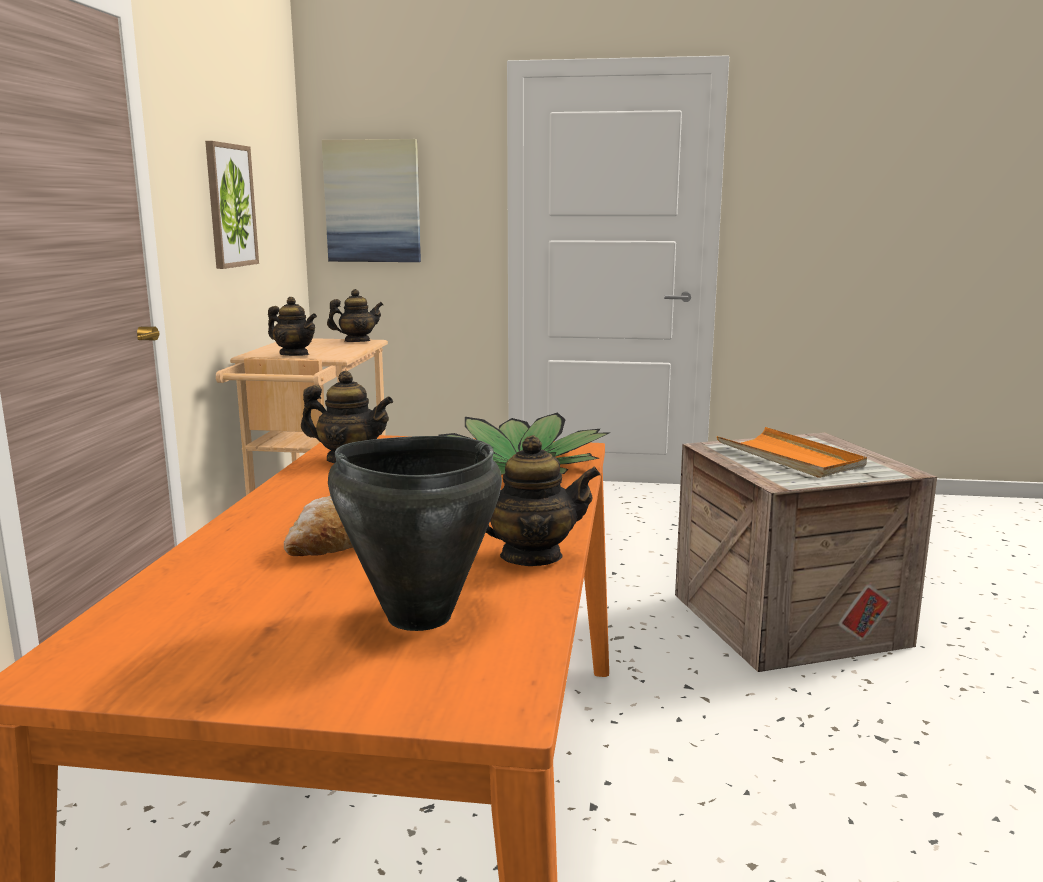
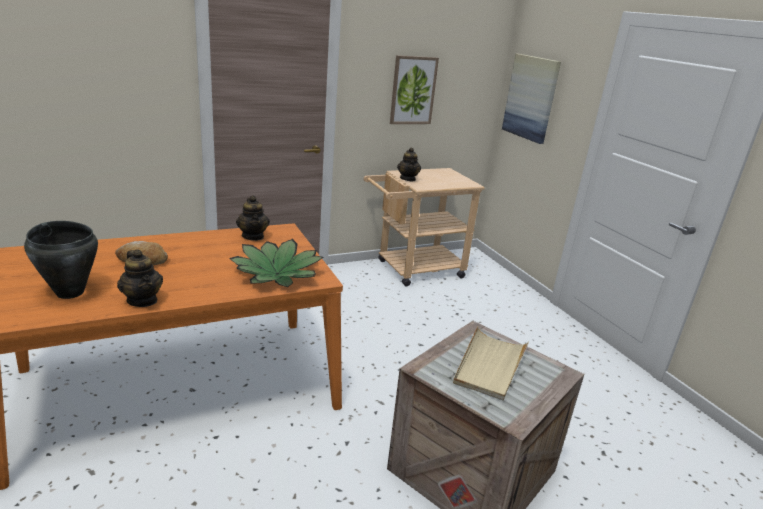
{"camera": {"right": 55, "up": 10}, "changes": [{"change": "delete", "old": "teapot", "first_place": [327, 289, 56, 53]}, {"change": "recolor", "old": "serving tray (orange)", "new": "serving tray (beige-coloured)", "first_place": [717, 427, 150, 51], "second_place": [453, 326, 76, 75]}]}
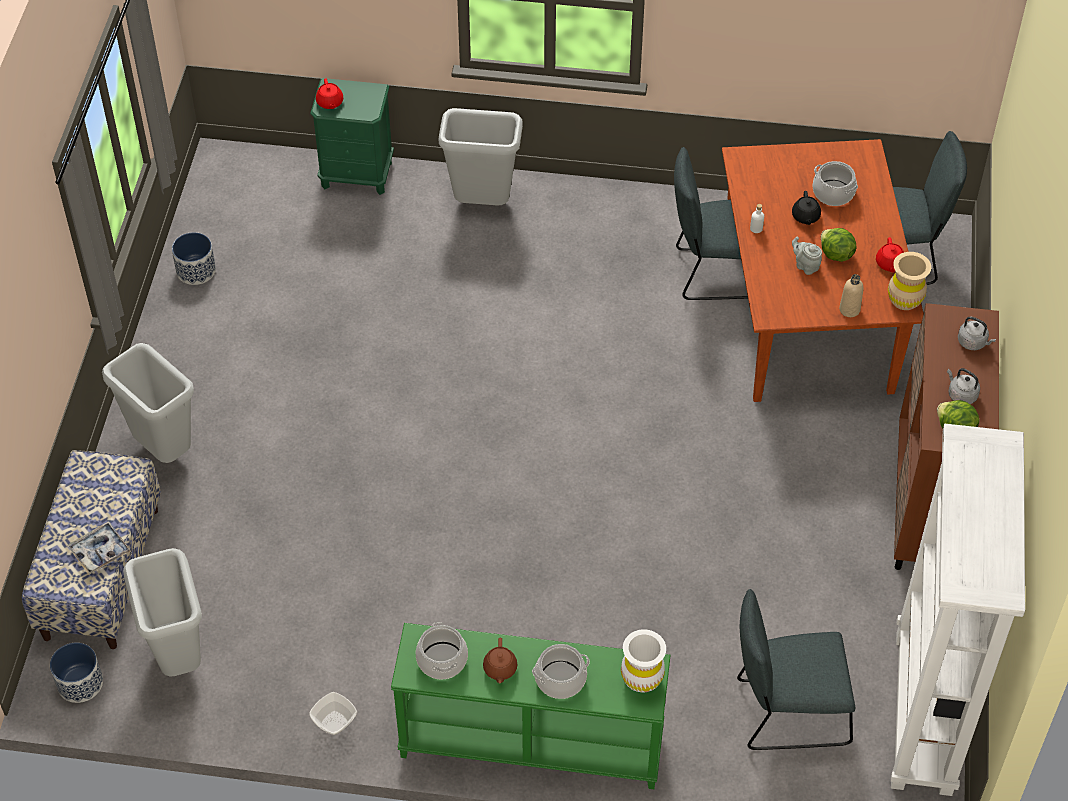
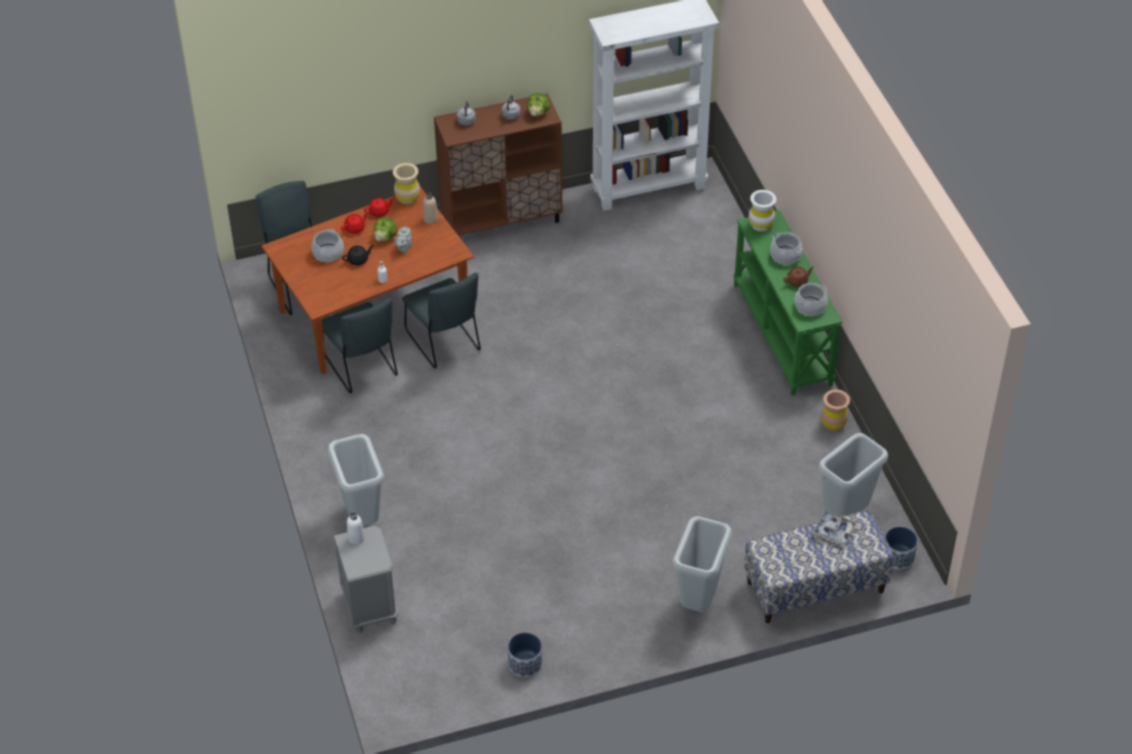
{"camera": {"right": -115, "up": -5}, "changes": [{"change": "insert", "new": "bottle (white)", "second_place": [347, 512, 18, 33]}, {"change": "move", "old": "teapot (red)", "first_place": [316, 78, 27, 31], "second_place": [341, 211, 28, 23]}, {"change": "move", "old": "chair (gray)", "first_place": [737, 589, 118, 161], "second_place": [402, 273, 79, 95]}, {"change": "replace", "old": "serving bowl", "new": "flower vase (brownish)", "first_place": [309, 692, 48, 43], "second_place": [821, 389, 29, 42]}, {"change": "recolor", "old": "bedside table (greenish)", "new": "bedside table (gray)", "first_place": [310, 78, 84, 117], "second_place": [334, 526, 64, 107]}]}
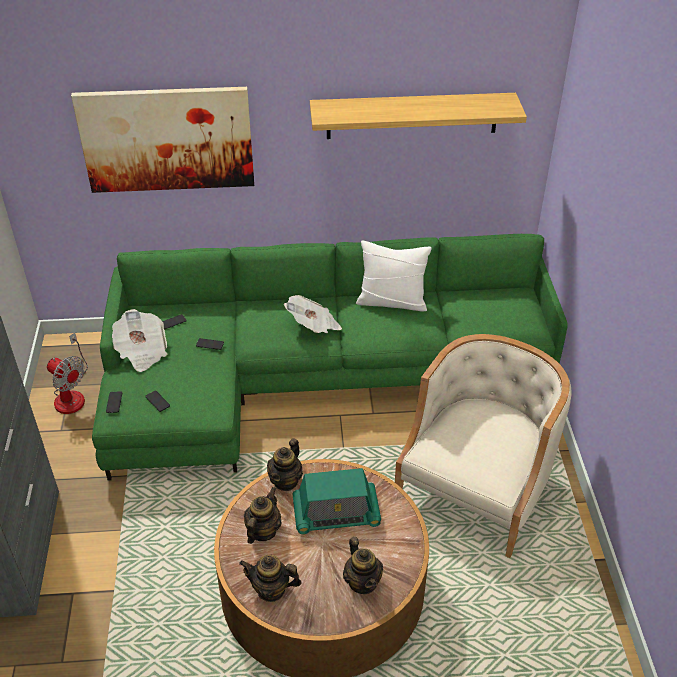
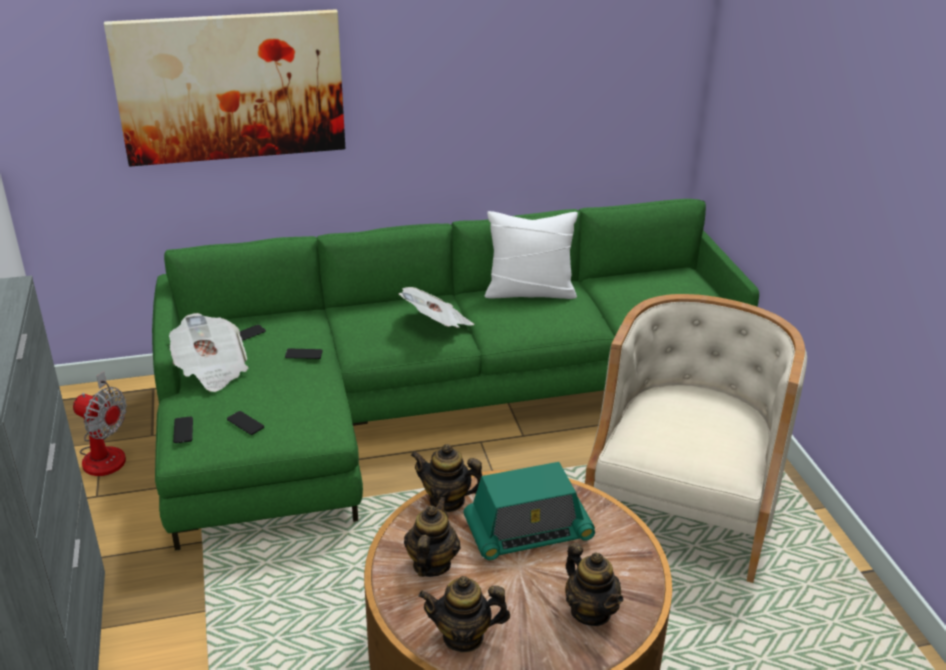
{"camera": {"right": -10, "up": -10}, "changes": [{"change": "delete", "old": "bracket shelf", "first_place": [310, 93, 217, 46]}, {"change": "rotate", "old": "teapot", "first_place": [267, 438, 36, 53], "second_place": [411, 444, 71, 68], "degrees": 90}]}
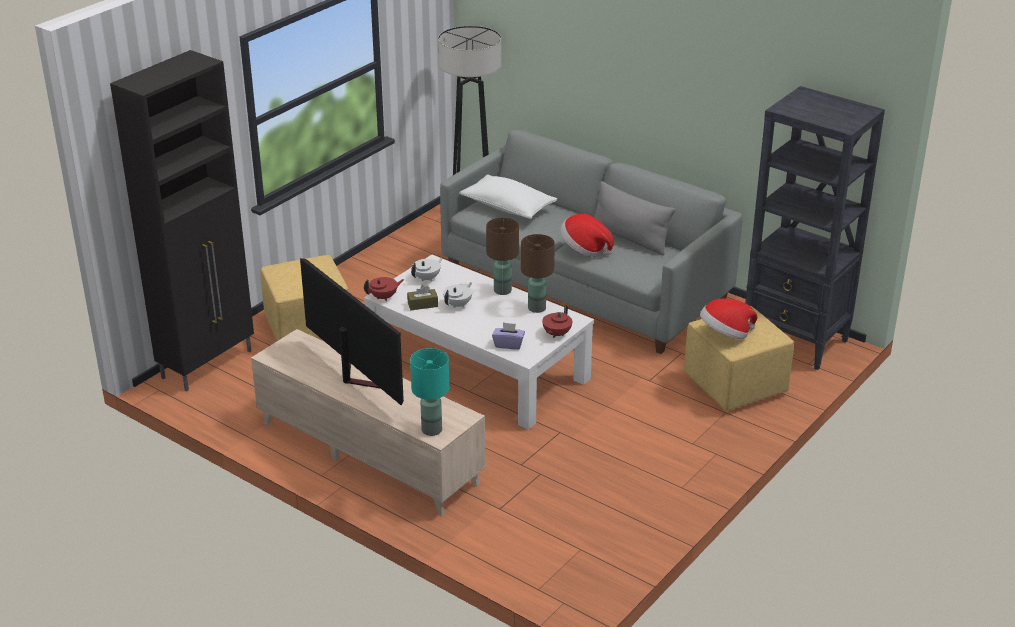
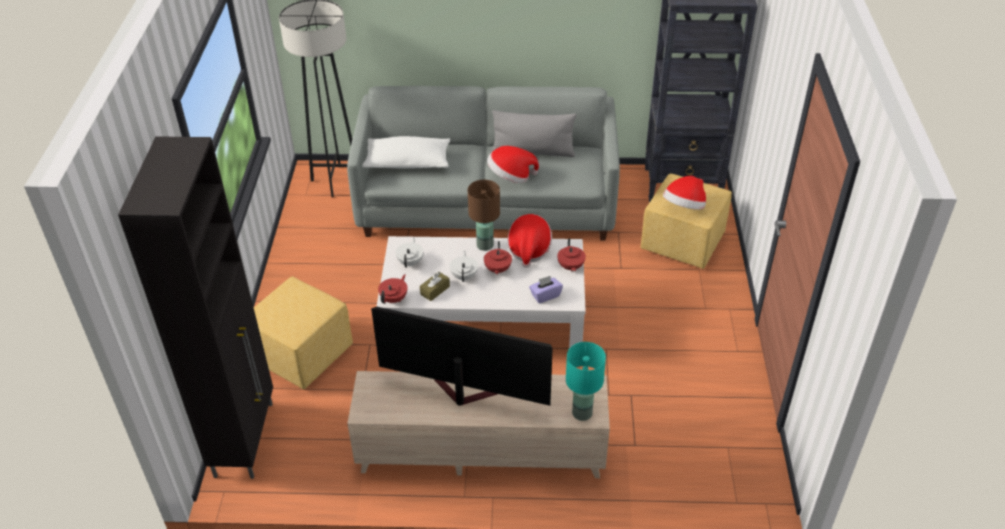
{"camera": {"right": -35, "up": 10}, "changes": [{"change": "insert", "new": "teapot (red)", "second_place": [484, 241, 28, 34]}, {"change": "replace", "old": "table lamp (brownish)", "new": "wearable hat", "first_place": [521, 234, 34, 79], "second_place": [508, 214, 44, 54]}]}
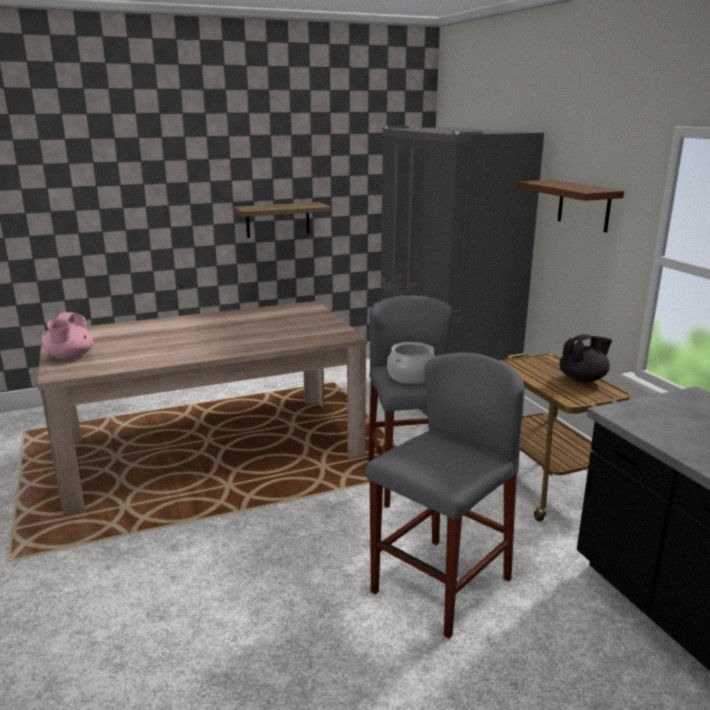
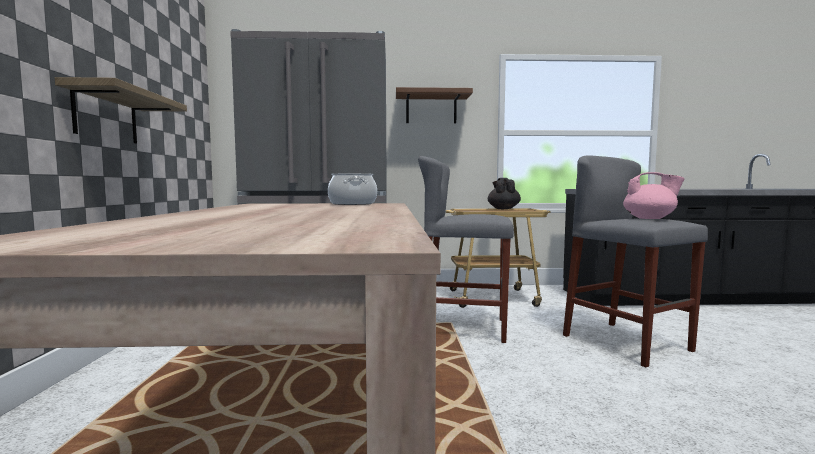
{"camera": {"right": -70, "up": -15}, "changes": [{"change": "move", "old": "teapot (pinkish)", "first_place": [42, 312, 51, 48], "second_place": [623, 172, 62, 47]}, {"change": "move", "old": "cooking pot", "first_place": [387, 342, 48, 42], "second_place": [328, 173, 49, 32]}]}
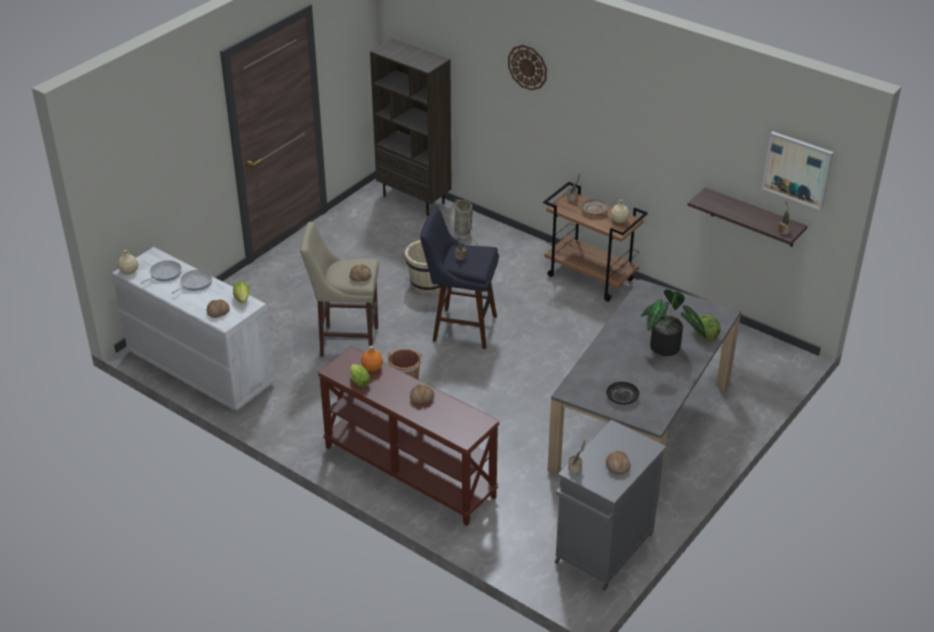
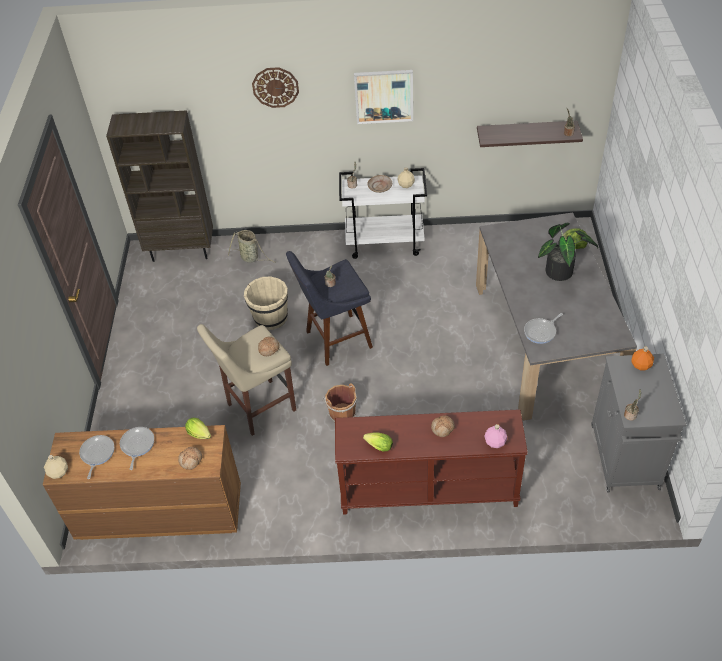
{"camera": {"right": -35, "up": 10}, "changes": [{"change": "delete", "old": "dinner plate (black-coloured)", "first_place": [606, 382, 33, 23]}, {"change": "delete", "old": "bakery bread", "first_place": [606, 451, 25, 23]}, {"change": "insert", "new": "bottle (pinkish)", "second_place": [485, 424, 22, 24]}, {"change": "insert", "new": "frying pan", "second_place": [524, 313, 39, 31]}, {"change": "move", "old": "bottle (orange)", "first_place": [361, 346, 22, 26], "second_place": [631, 347, 23, 23]}, {"change": "move", "old": "wall picture", "first_place": [762, 131, 72, 79], "second_place": [354, 70, 59, 54]}, {"change": "recolor", "old": "dresser (white)", "new": "dresser (brownish)", "first_place": [112, 247, 163, 164], "second_place": [43, 425, 198, 115]}, {"change": "recolor", "old": "cart (brownish)", "new": "cart (white)", "first_place": [543, 182, 105, 120], "second_place": [339, 168, 88, 91]}]}
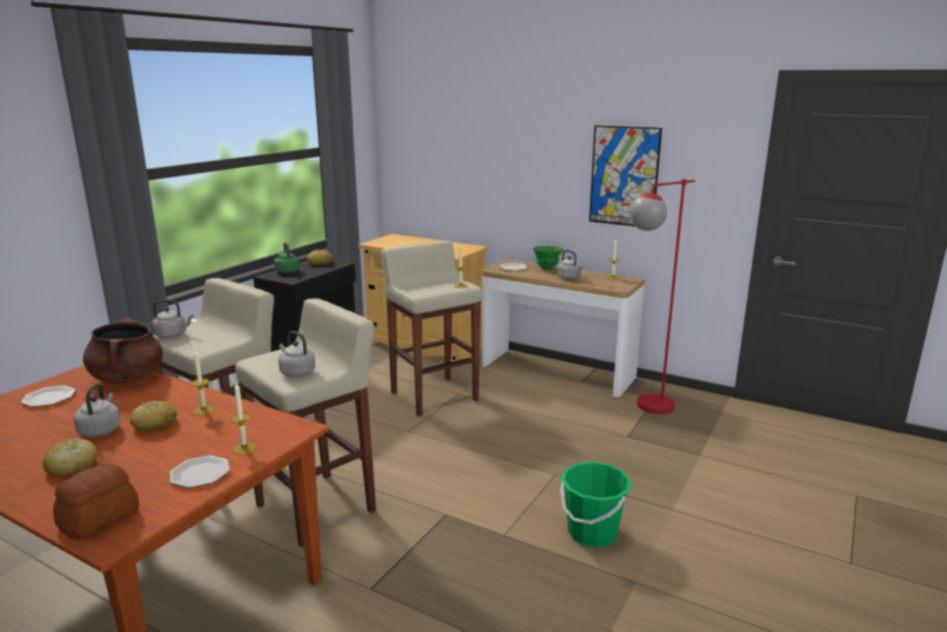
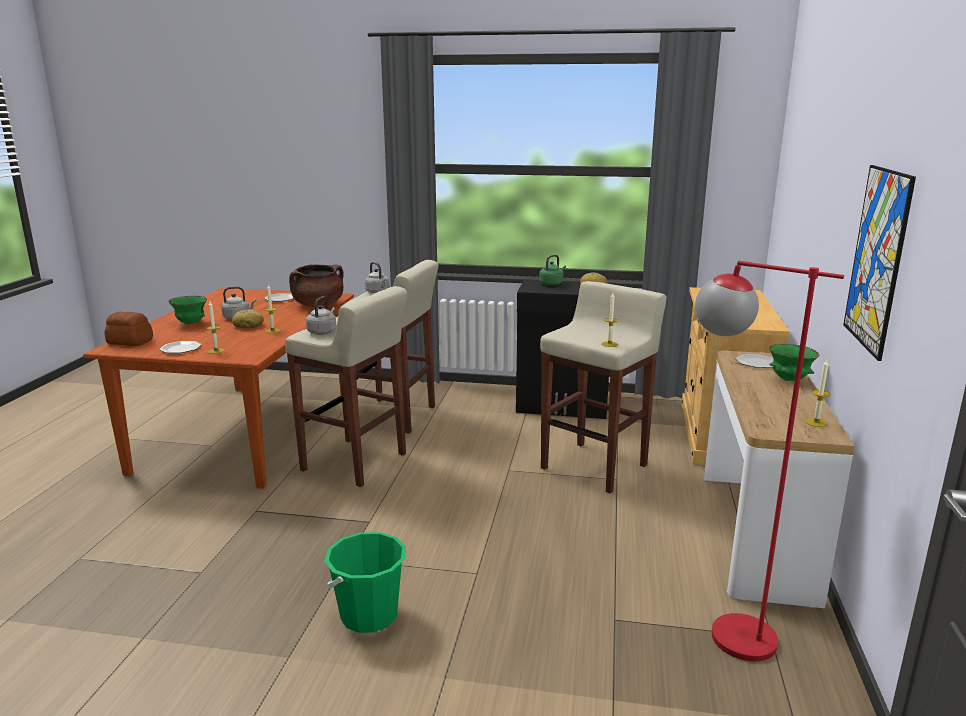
{"camera": {"right": 70, "up": 0}, "changes": [{"change": "delete", "old": "water kettle (gray)", "first_place": [558, 250, 25, 30]}, {"change": "replace", "old": "bakery bread", "new": "serving bowl (greenish)", "first_place": [43, 438, 54, 39], "second_place": [168, 296, 39, 29]}]}
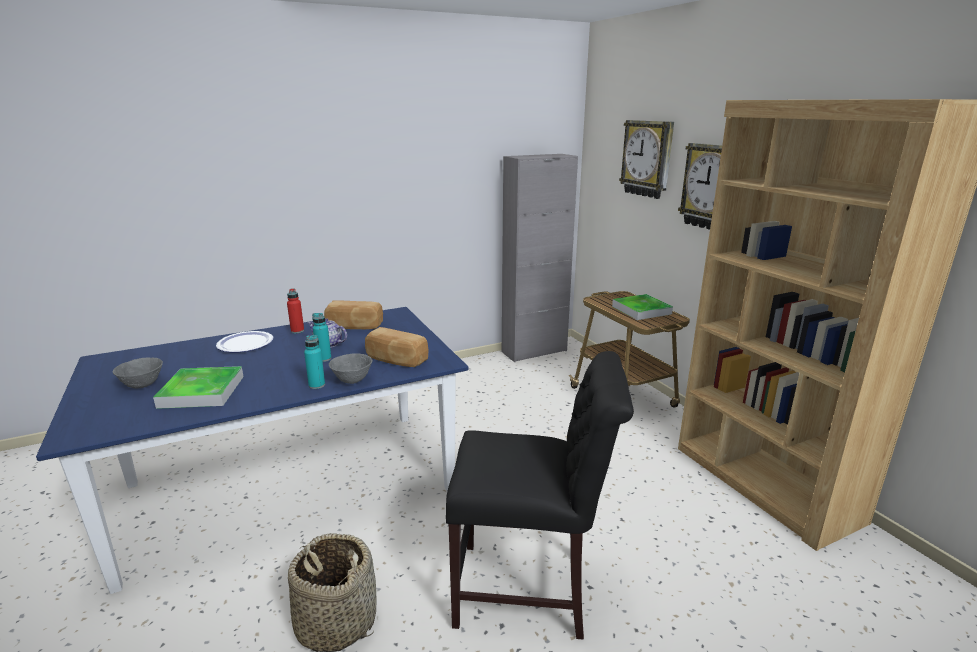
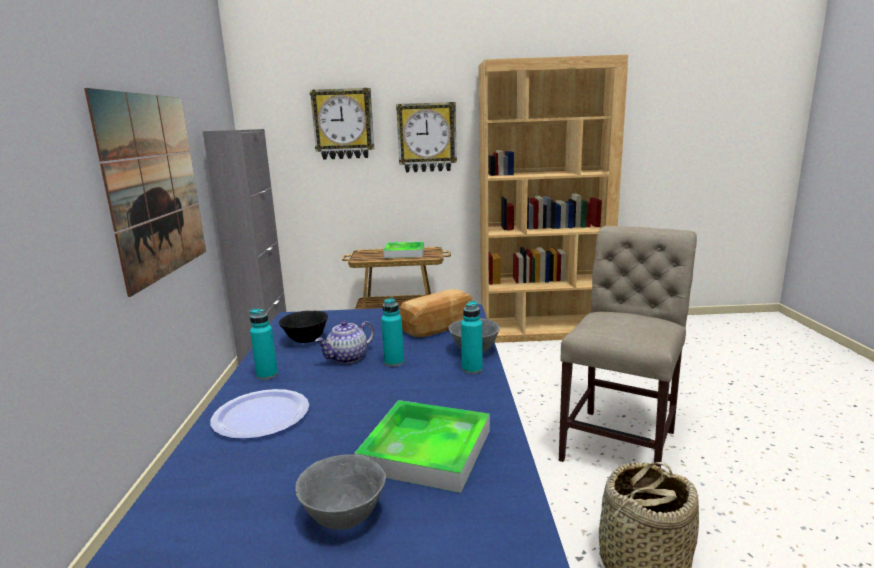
{"camera": {"right": -65, "up": -5}, "changes": [{"change": "insert", "new": "wall picture", "second_place": [84, 88, 122, 209]}, {"change": "replace", "old": "bakery bread", "new": "serving bowl (black-coloured)", "first_place": [324, 300, 59, 29], "second_place": [279, 310, 49, 33]}, {"change": "recolor", "old": "bottle (red)", "new": "bottle (turquoise)", "first_place": [287, 288, 17, 46], "second_place": [249, 309, 29, 71]}, {"change": "recolor", "old": "chair (black-coloured)", "new": "chair (beige-coloured)", "first_place": [446, 351, 188, 289], "second_place": [559, 226, 138, 242]}]}
